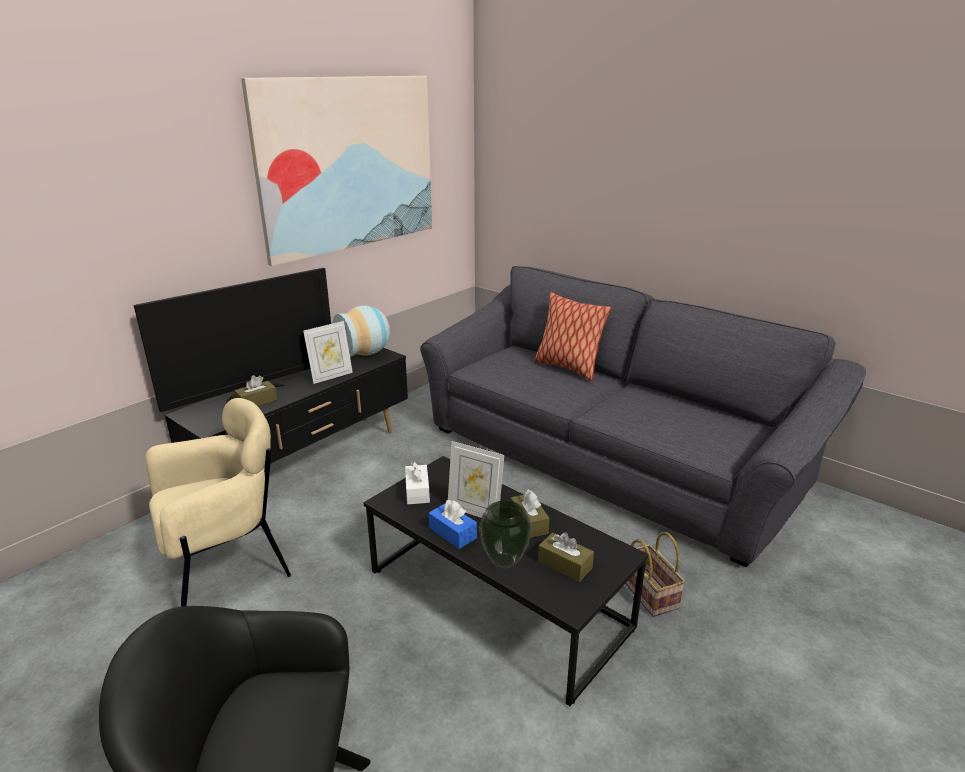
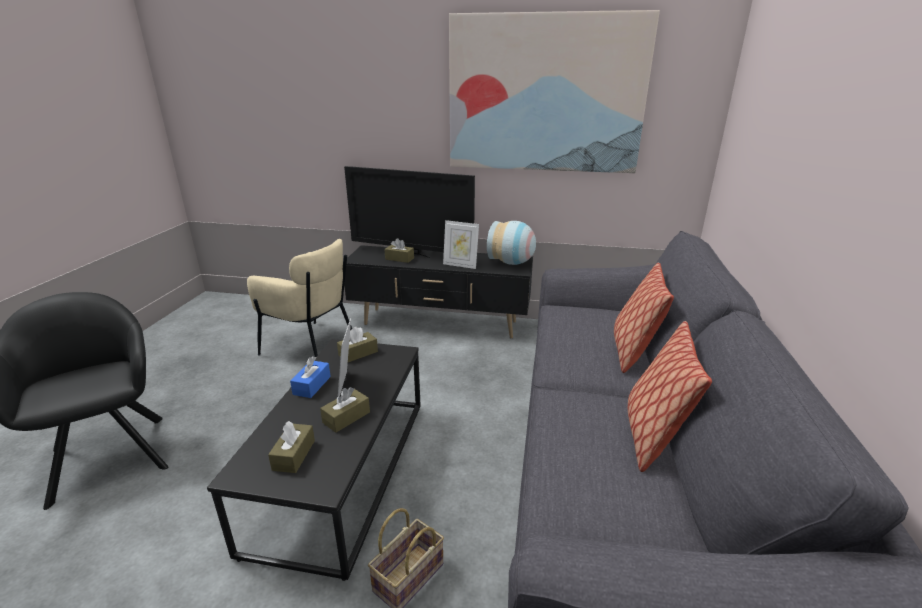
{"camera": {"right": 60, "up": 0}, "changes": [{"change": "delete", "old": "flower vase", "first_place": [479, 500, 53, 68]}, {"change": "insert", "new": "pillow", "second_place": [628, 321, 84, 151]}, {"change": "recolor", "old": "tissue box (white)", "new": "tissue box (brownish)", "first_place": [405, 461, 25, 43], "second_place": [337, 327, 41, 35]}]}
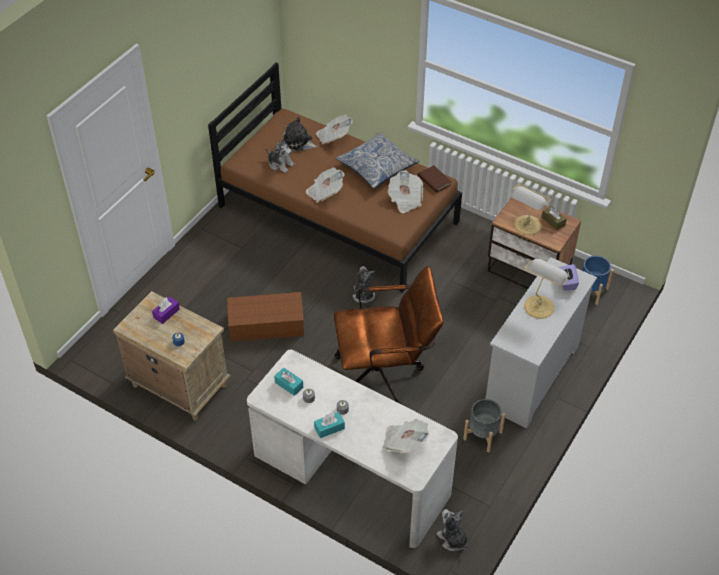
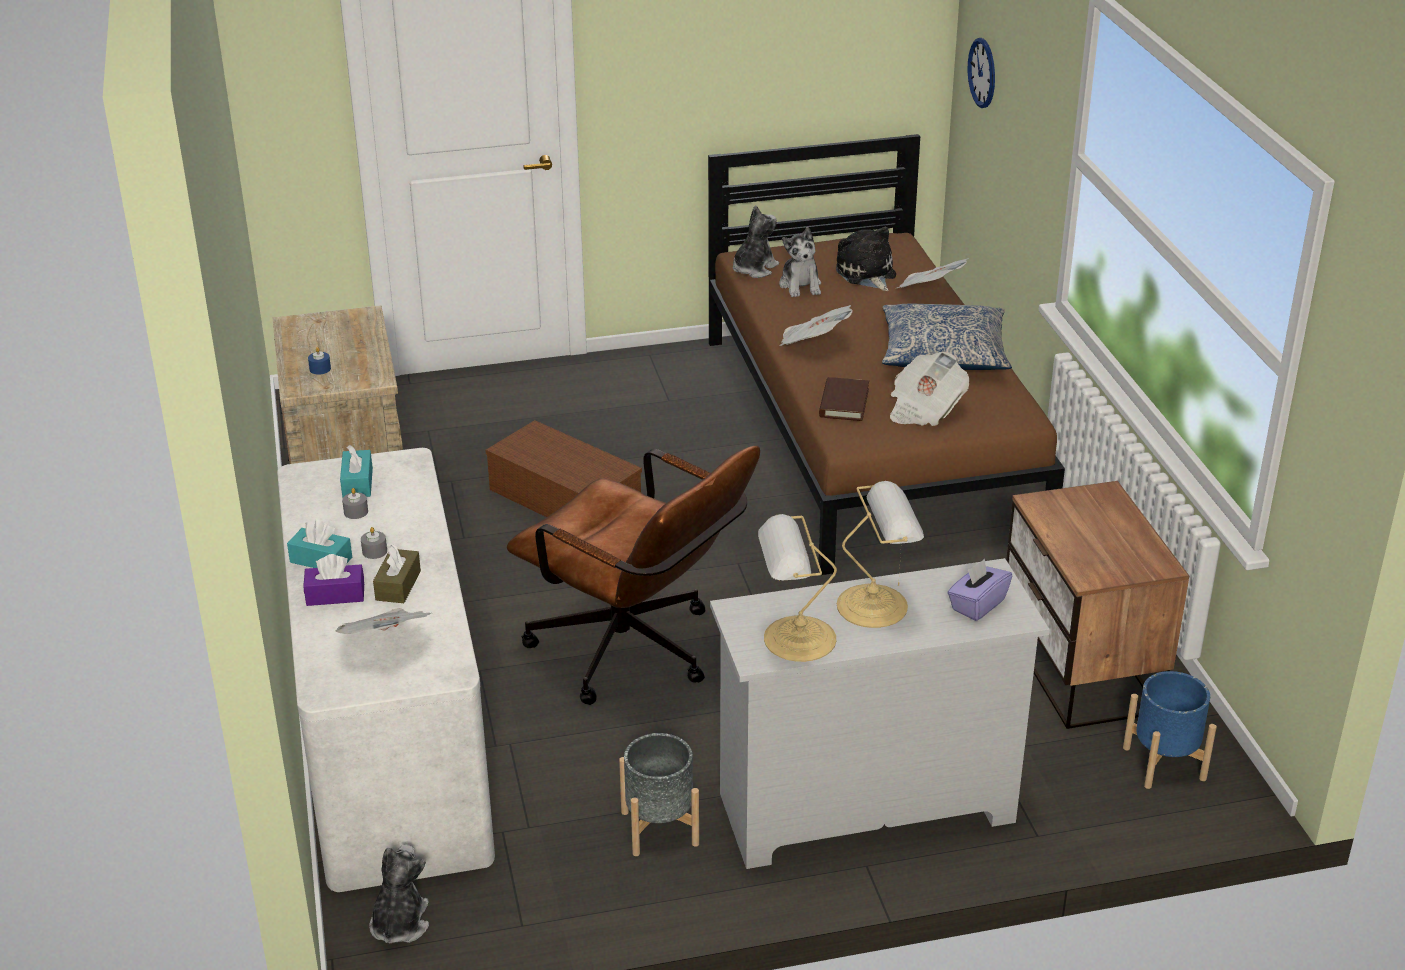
{"camera": {"right": 45, "up": -15}, "changes": [{"change": "insert", "new": "clock on the wall", "second_place": [968, 38, 27, 70]}, {"change": "move", "old": "tissue box (purple)", "first_place": [152, 296, 28, 28], "second_place": [303, 554, 61, 52]}, {"change": "move", "old": "soft toy", "first_place": [353, 266, 22, 37], "second_place": [733, 205, 46, 73]}, {"change": "move", "old": "bound book (brownish)", "first_place": [418, 165, 34, 27], "second_place": [819, 377, 50, 44]}, {"change": "move", "old": "table lamp", "first_place": [511, 184, 40, 51], "second_place": [758, 514, 79, 148]}, {"change": "move", "old": "tissue box (brownish)", "first_place": [542, 206, 25, 24], "second_place": [373, 545, 48, 58]}]}
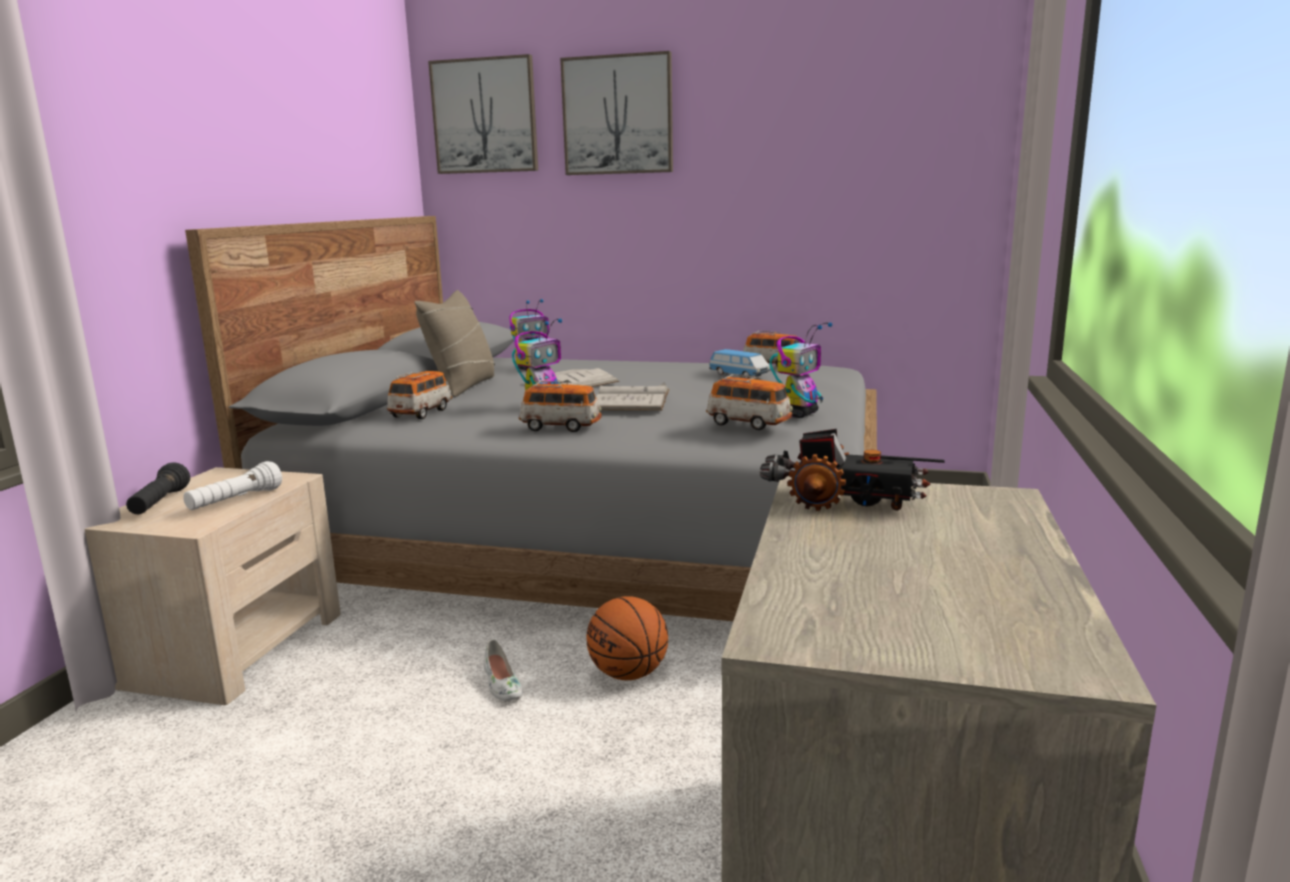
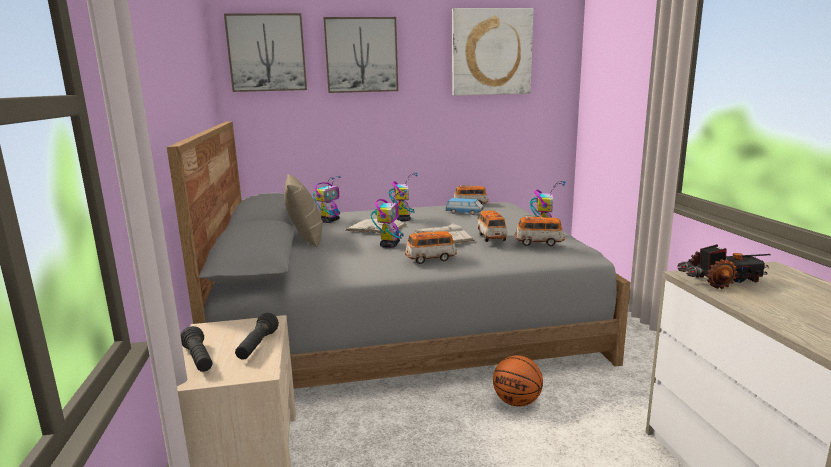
{"camera": {"right": -25, "up": 0}, "changes": [{"change": "delete", "old": "shoe (white)", "first_place": [484, 639, 39, 62]}, {"change": "insert", "new": "robot figure", "second_place": [388, 172, 29, 49]}, {"change": "insert", "new": "wall picture", "second_place": [452, 8, 81, 88]}, {"change": "move", "old": "miniature car", "first_place": [387, 371, 65, 48], "second_place": [477, 210, 31, 32]}, {"change": "recolor", "old": "hand torch (white)", "new": "hand torch (black-coloured)", "first_place": [183, 461, 99, 49], "second_place": [235, 313, 44, 47]}]}
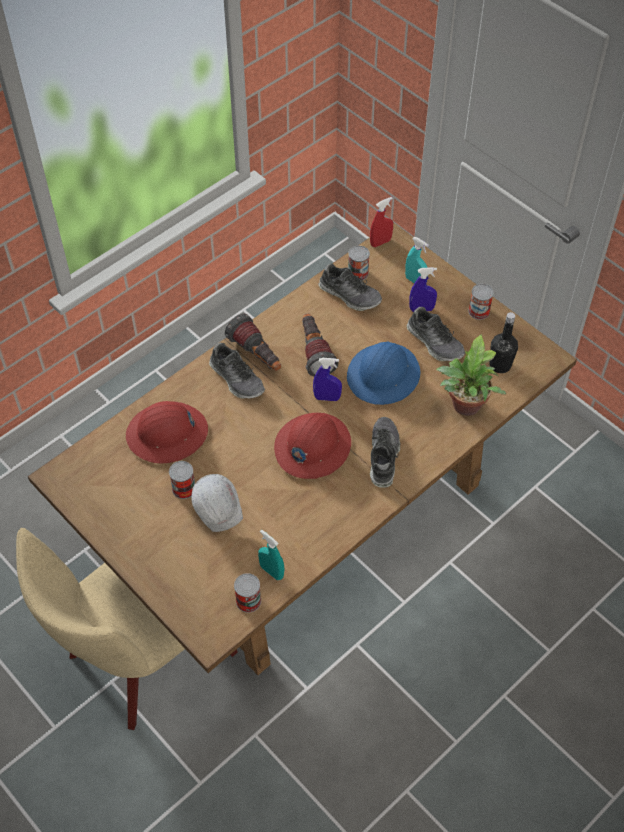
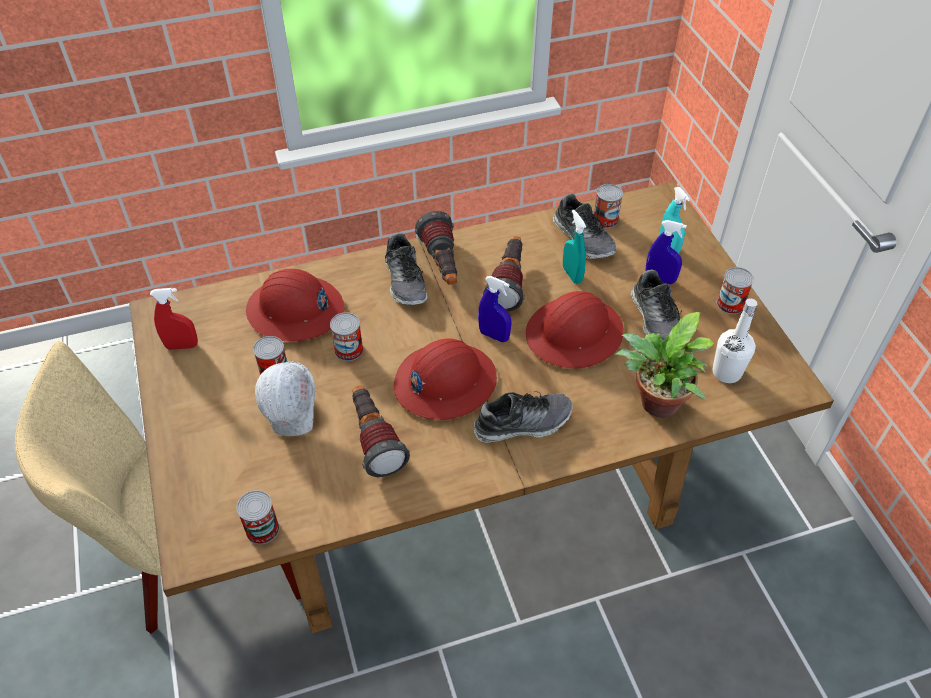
{"camera": {"right": 25, "up": -5}, "changes": [{"change": "insert", "new": "can", "second_place": [330, 312, 33, 49]}, {"change": "insert", "new": "hand torch", "second_place": [352, 385, 58, 92]}, {"change": "move", "old": "sprayer (turquoise)", "first_place": [258, 530, 27, 50], "second_place": [563, 210, 23, 74]}, {"change": "move", "old": "sprayer (red)", "first_place": [370, 197, 23, 50], "second_place": [150, 288, 48, 62]}, {"change": "recolor", "old": "hard hat (blue-coloured)", "new": "hard hat (red)", "first_place": [347, 342, 73, 63], "second_place": [526, 291, 98, 77]}, {"change": "recolor", "old": "bottle (black-coloured)", "new": "bottle (white)", "first_place": [489, 312, 29, 61], "second_place": [713, 298, 45, 85]}, {"change": "rotate", "old": "shoe", "first_place": [370, 417, 30, 71], "second_place": [474, 391, 99, 52], "degrees": 45}]}
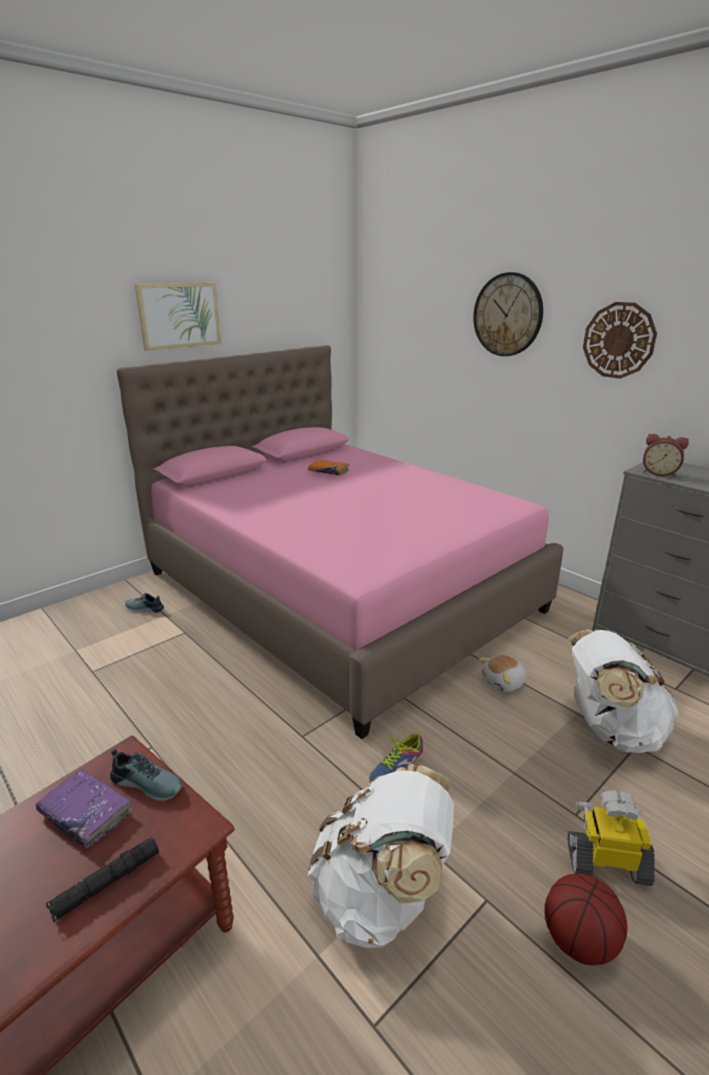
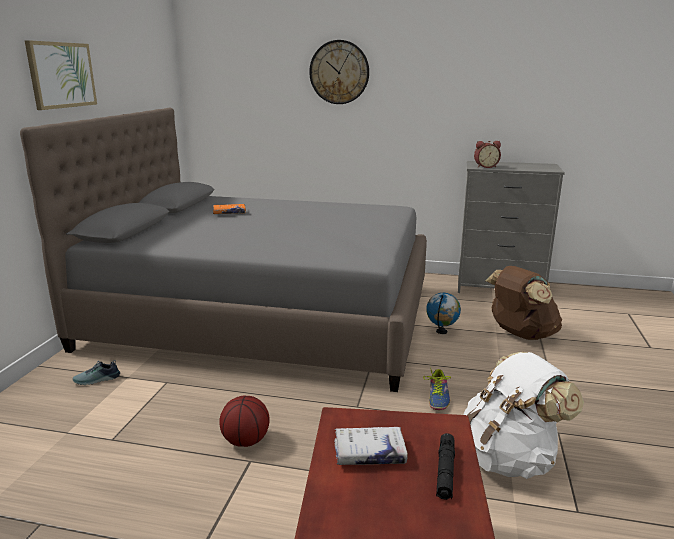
{"camera": {"right": -35, "up": -5}, "changes": [{"change": "delete", "old": "shoe", "first_place": [110, 749, 72, 52]}, {"change": "delete", "old": "robot figure", "first_place": [568, 790, 87, 96]}, {"change": "delete", "old": "clock on the wall", "first_place": [583, 302, 74, 77]}, {"change": "move", "old": "basketball", "first_place": [545, 873, 82, 93], "second_place": [219, 396, 51, 51]}, {"change": "replace", "old": "soft toy", "new": "desk globe", "first_place": [478, 655, 49, 37], "second_place": [426, 293, 35, 41]}, {"change": "recolor", "old": "bound book (purple)", "new": "bound book (white)", "first_place": [36, 769, 96, 79], "second_place": [334, 427, 74, 38]}, {"change": "recolor", "old": "bedroom bed (pinkish)", "new": "bedroom bed (gray)", "first_place": [116, 345, 447, 394], "second_place": [20, 108, 407, 284]}, {"change": "recolor", "old": "knapsack (white)", "new": "knapsack (brownish)", "first_place": [568, 629, 111, 124], "second_place": [485, 266, 77, 74]}]}
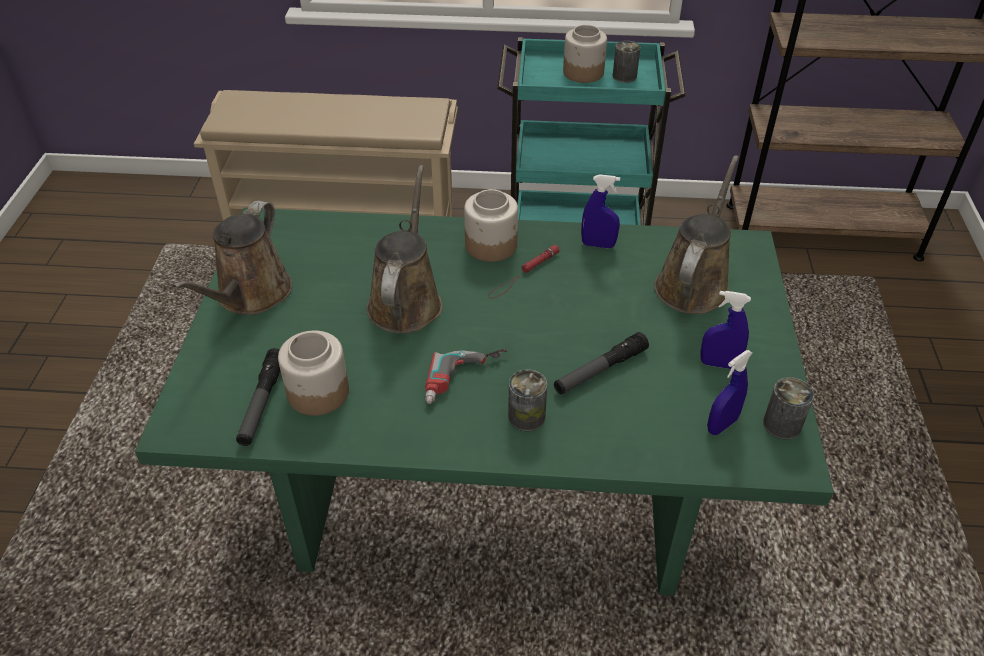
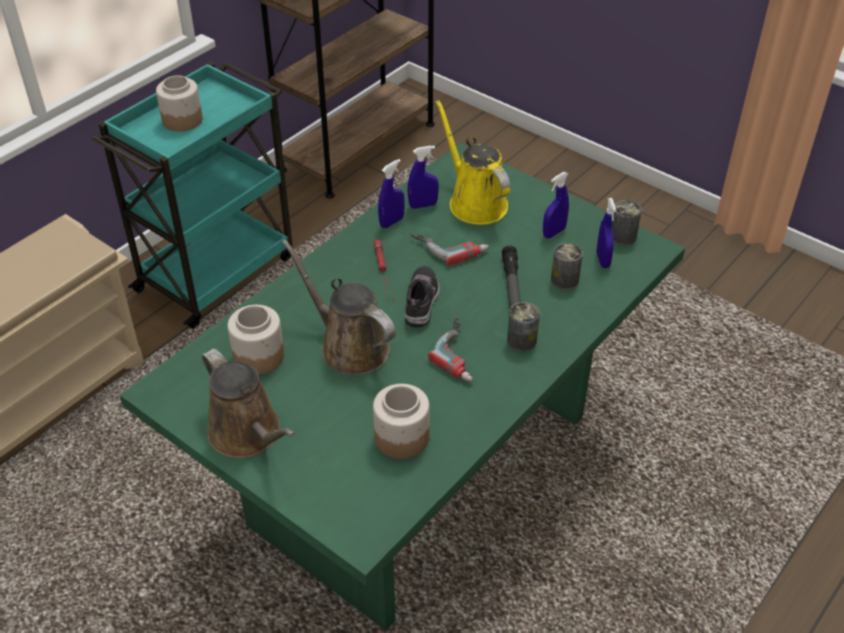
{"camera": {"right": -55, "up": 0}, "changes": [{"change": "delete", "old": "hand torch", "first_place": [236, 348, 45, 98]}, {"change": "insert", "new": "shoe", "second_place": [405, 265, 35, 63]}, {"change": "insert", "new": "sprayer (blue-coloured)", "second_place": [407, 146, 32, 63]}, {"change": "insert", "new": "power drill", "second_place": [411, 234, 78, 32]}, {"change": "move", "old": "jar", "first_place": [464, 189, 54, 73], "second_place": [227, 305, 57, 70]}, {"change": "move", "old": "can", "first_place": [613, 41, 28, 42], "second_place": [551, 243, 32, 47]}, {"change": "recolor", "old": "watering can (brownish)", "new": "watering can (yellowish)", "first_place": [654, 156, 85, 158], "second_place": [436, 100, 74, 125]}]}
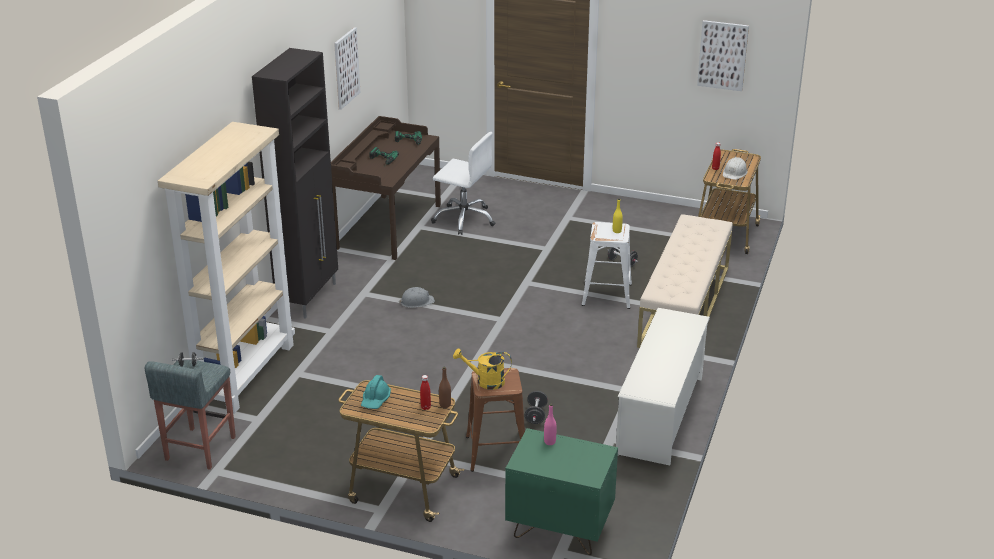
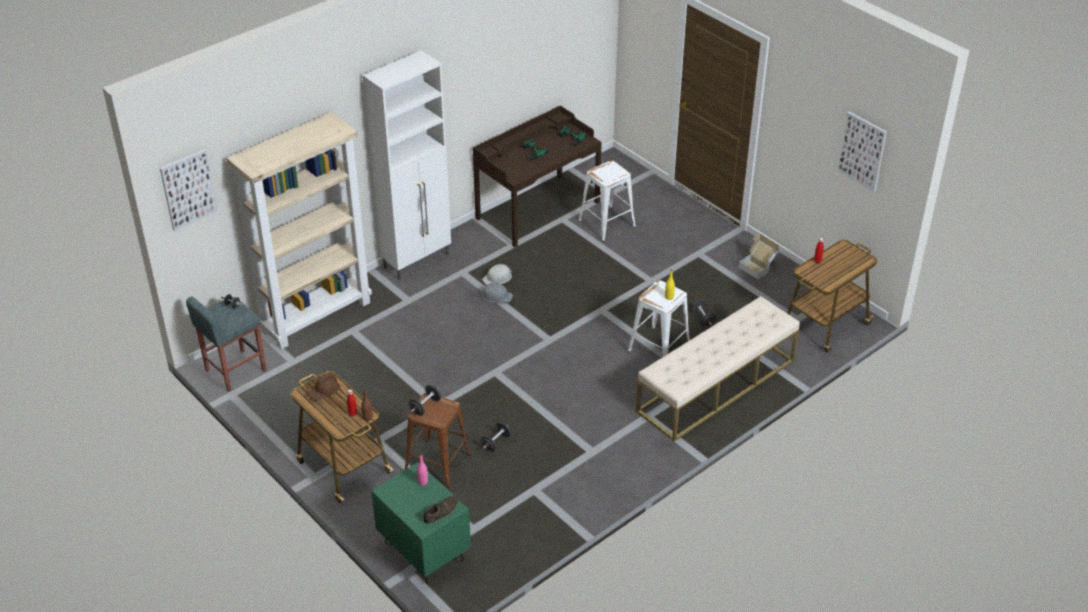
{"camera": {"right": 30, "up": 10}, "changes": [{"change": "delete", "old": "shoe stand (white)", "first_place": [616, 308, 94, 157]}, {"change": "insert", "new": "shoe (brownish)", "second_place": [423, 496, 35, 28]}, {"change": "insert", "new": "carton", "second_place": [739, 234, 40, 45]}, {"change": "move", "old": "wall picture", "first_place": [334, 27, 26, 83], "second_place": [160, 149, 58, 82]}, {"change": "move", "old": "hard hat (white)", "first_place": [723, 157, 24, 23], "second_place": [482, 264, 30, 21]}, {"change": "replace", "old": "computer chair (white)", "new": "stool (white)", "first_place": [431, 132, 64, 103], "second_place": [578, 161, 58, 81]}, {"change": "replace", "old": "watering can (yellowish)", "new": "dumbbell (black-coloured)", "first_place": [453, 349, 59, 41], "second_place": [409, 385, 32, 31]}, {"change": "recolor", "old": "cupboard (black-coloured)", "new": "cupboard (white)", "first_place": [252, 48, 86, 271], "second_place": [362, 50, 89, 230]}, {"change": "recolor", "old": "hard hat (turquoise)", "new": "hard hat (brownish)", "first_place": [361, 375, 30, 34], "second_place": [307, 373, 33, 28]}]}
